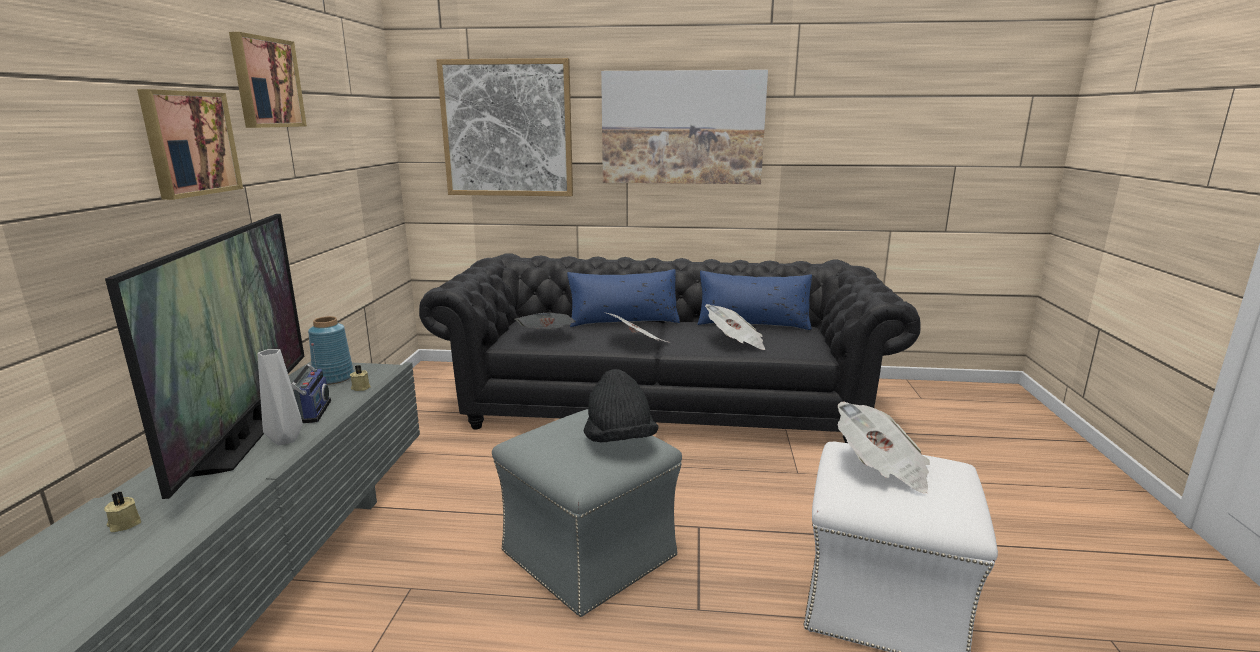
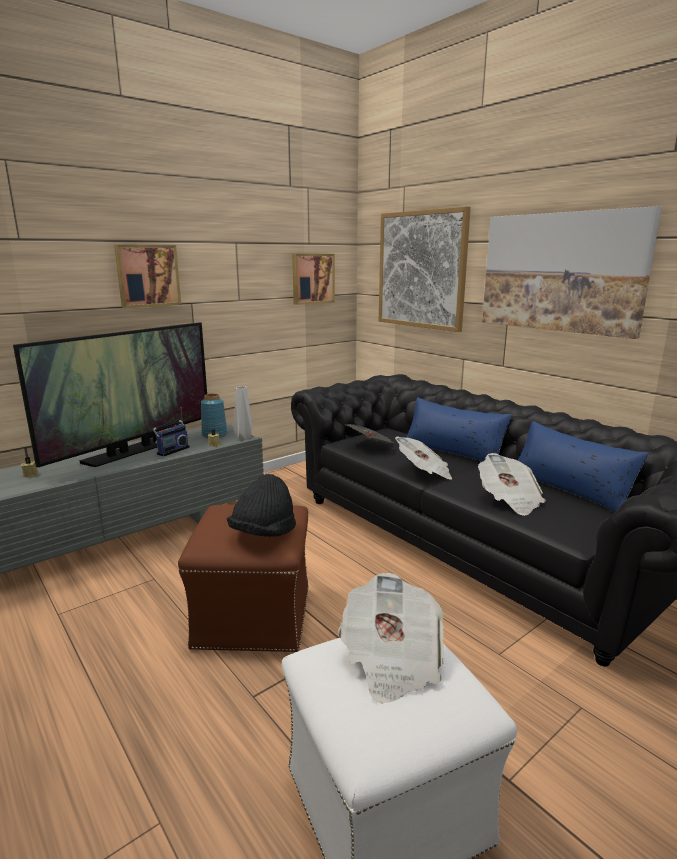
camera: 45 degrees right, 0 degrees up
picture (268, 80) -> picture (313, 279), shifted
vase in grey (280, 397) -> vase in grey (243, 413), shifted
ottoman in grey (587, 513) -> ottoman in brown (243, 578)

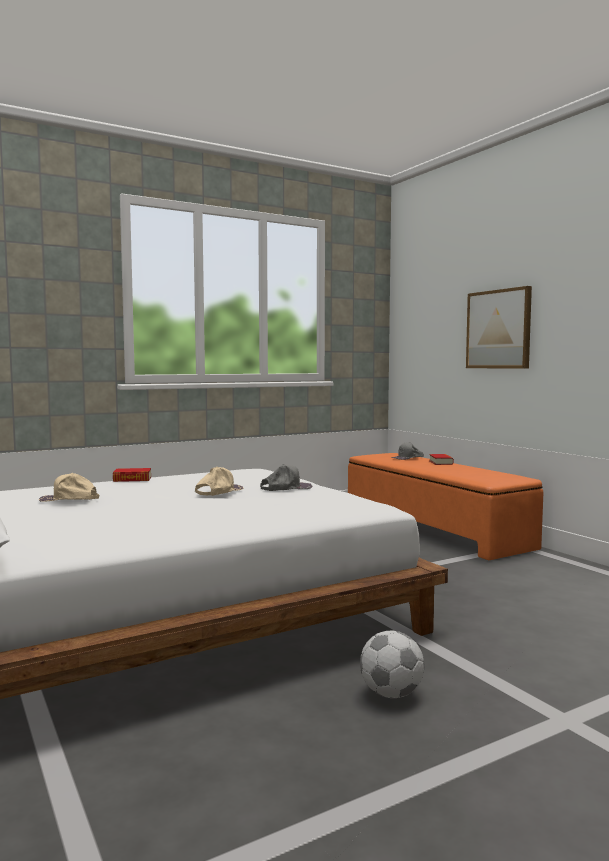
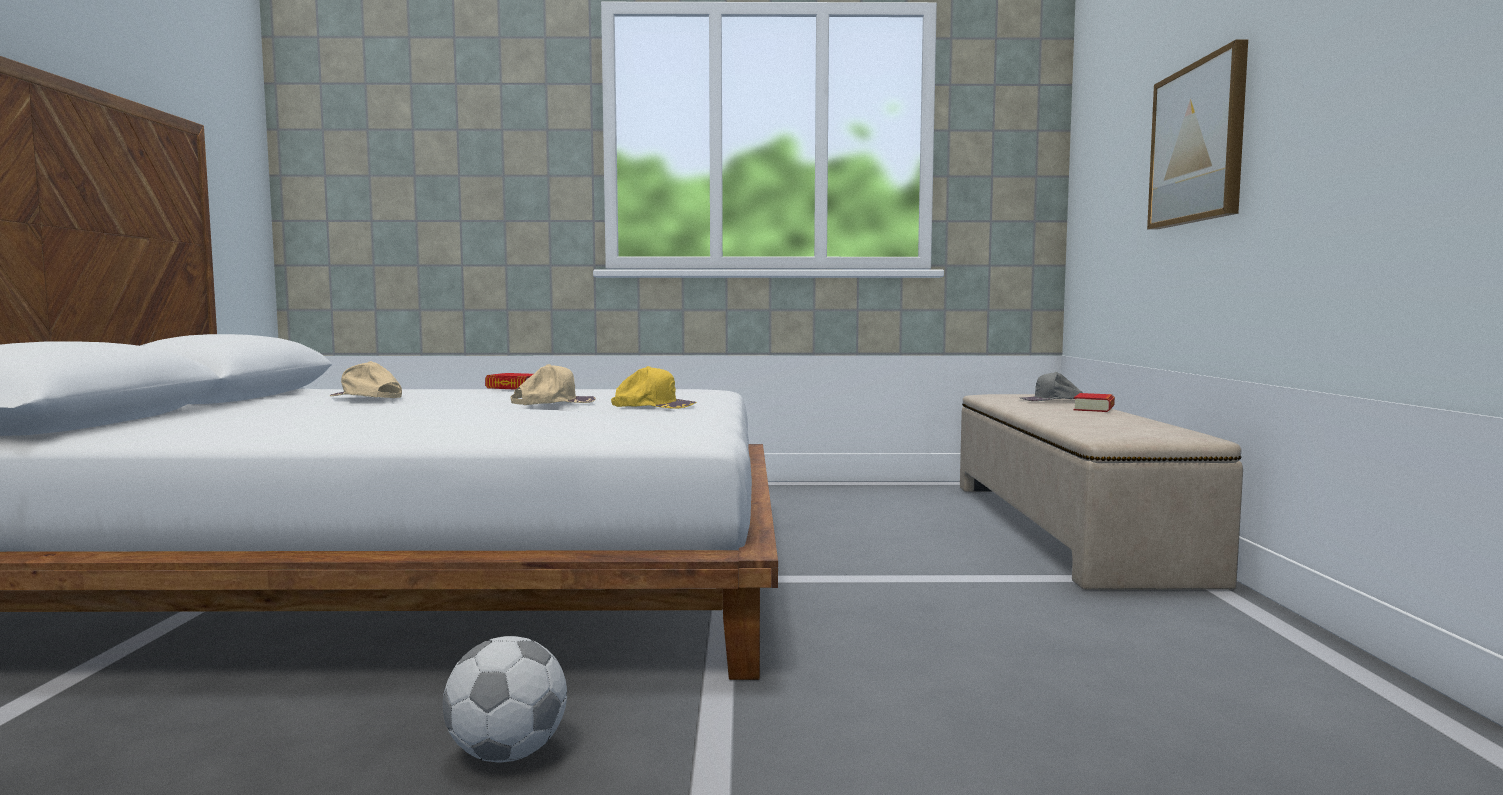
camera: 30 degrees right, 0 degrees up
cap in grey (286, 477) -> cap in yellow (653, 387)
bench in orange (445, 506) -> bench in beige (1101, 492)

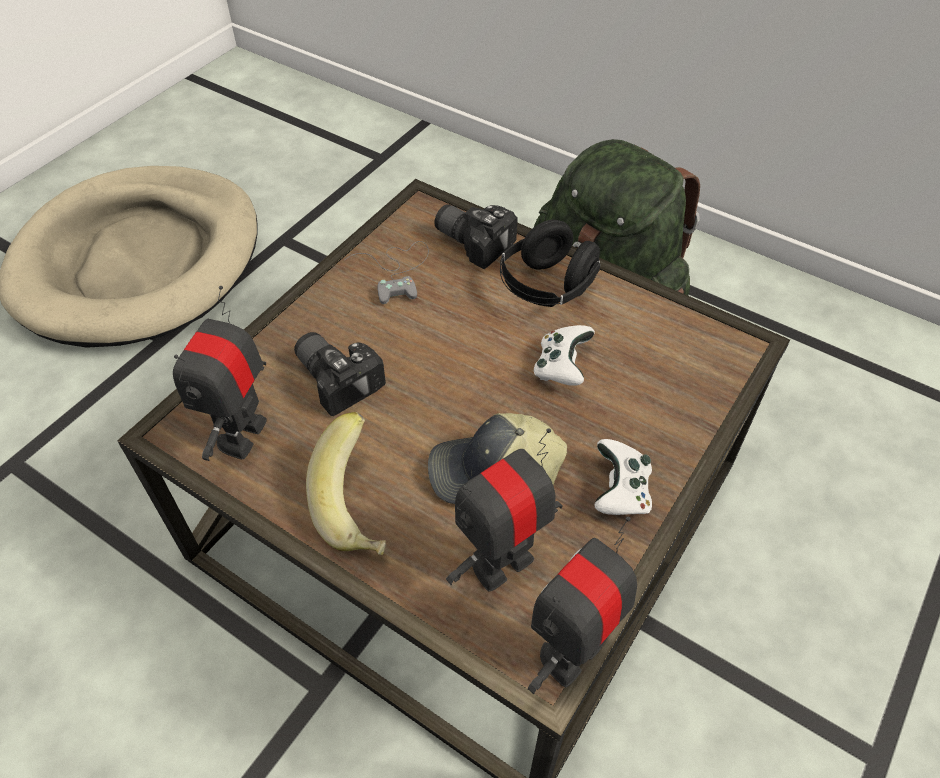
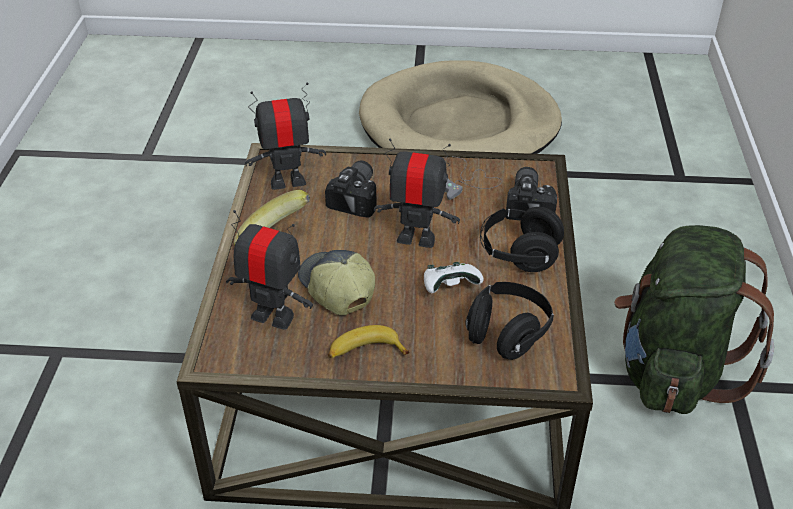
camera: 60 degrees right, 10 degrees down
toy robot (582, 605) -> toy robot (417, 193), shifted
game controller in white (623, 477) -> banana (369, 341)
none -> headphones in black (509, 321)

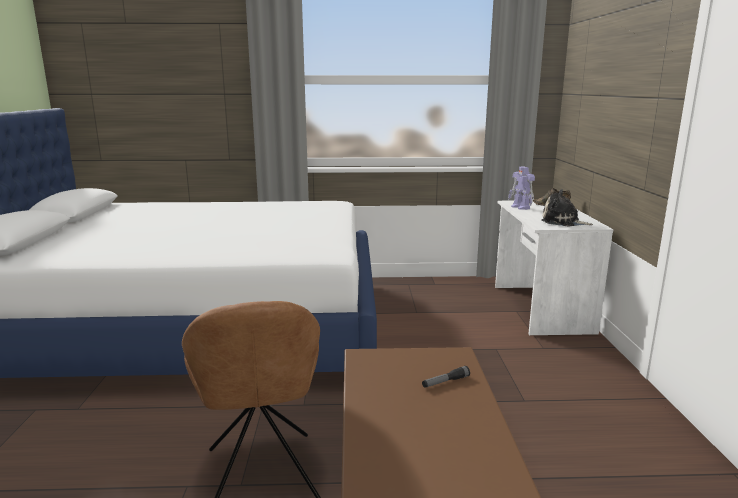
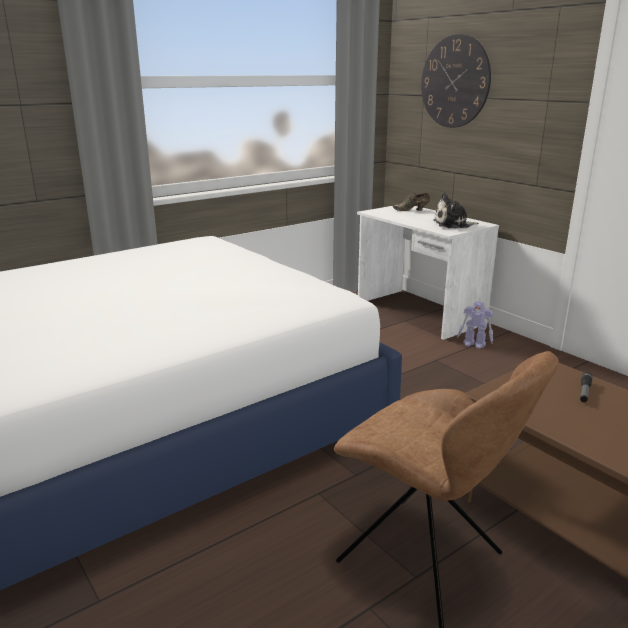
camera: 35 degrees left, 5 degrees up
toy robot (521, 188) -> toy robot (475, 325), shifted
none -> wall clock (456, 81)

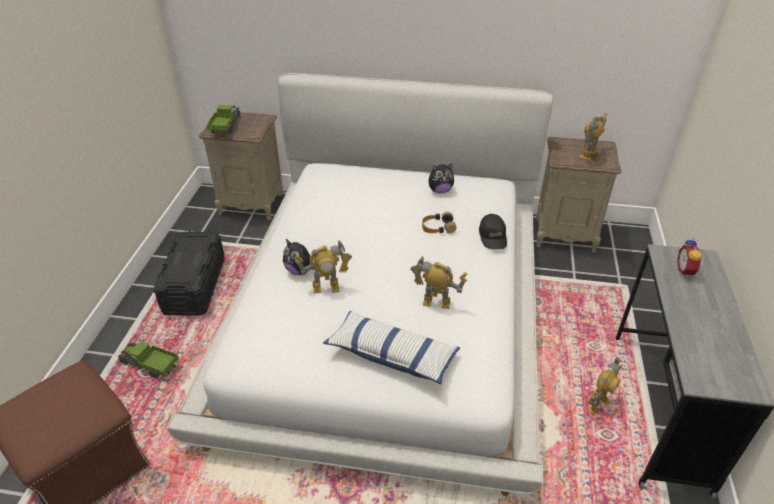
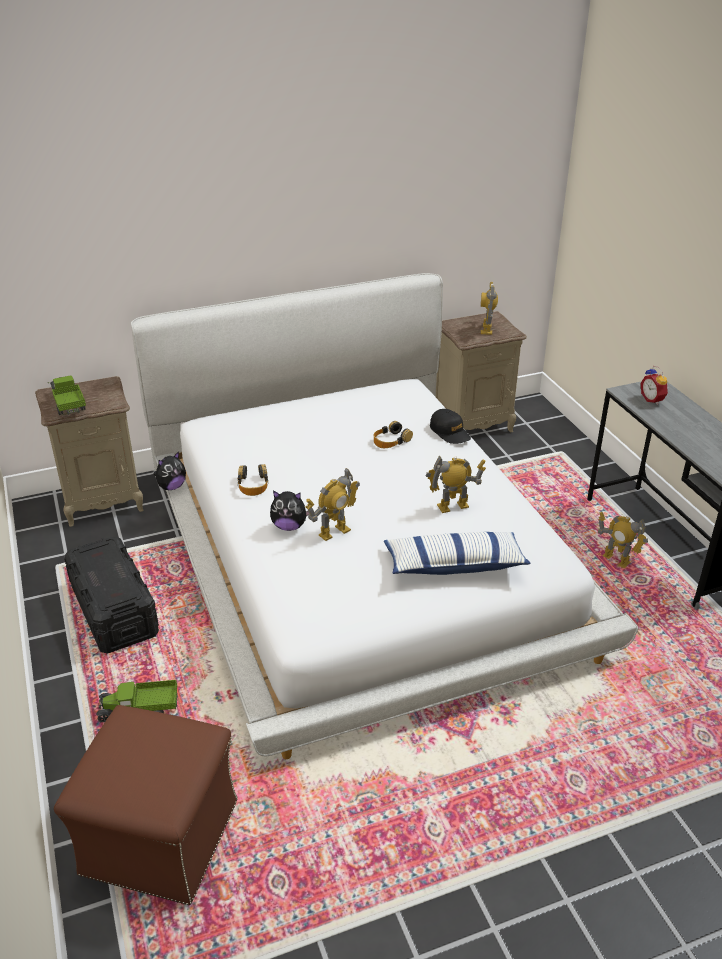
camera: 30 degrees left, 5 degrees down
plush toy (441, 178) -> plush toy (169, 470), shifted
toy robot (605, 386) -> toy robot (623, 540), 120 degrees clockwise
none -> headphones (253, 480)

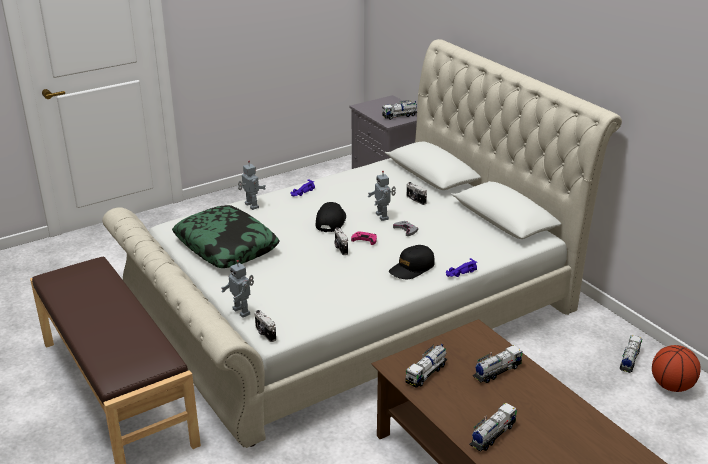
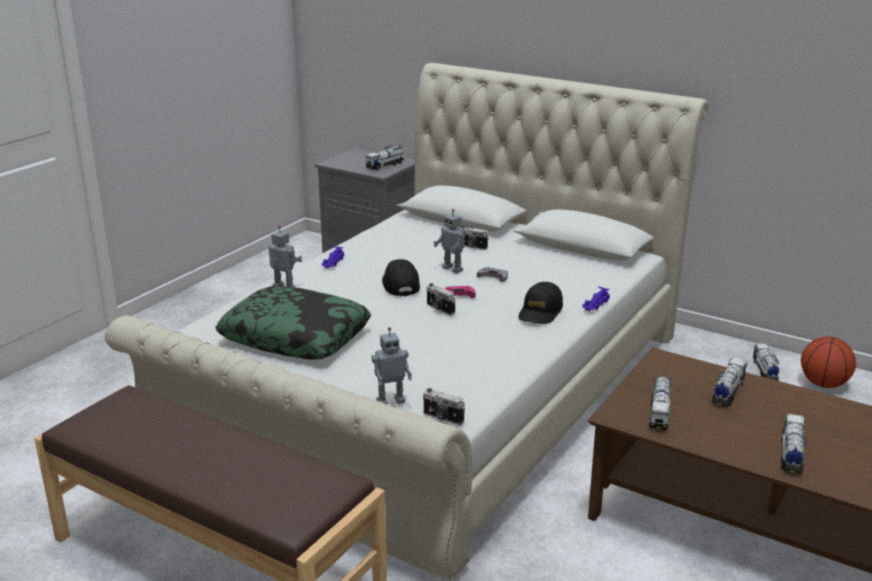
camera: 25 degrees left, 5 degrees down
toy robot (237, 289) -> toy robot (392, 365), 45 degrees counterclockwise

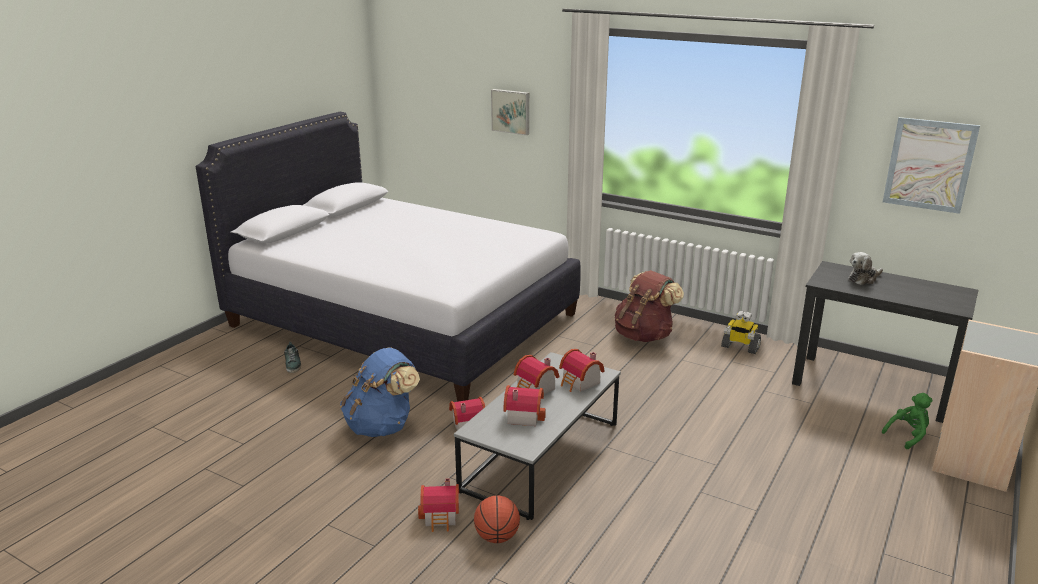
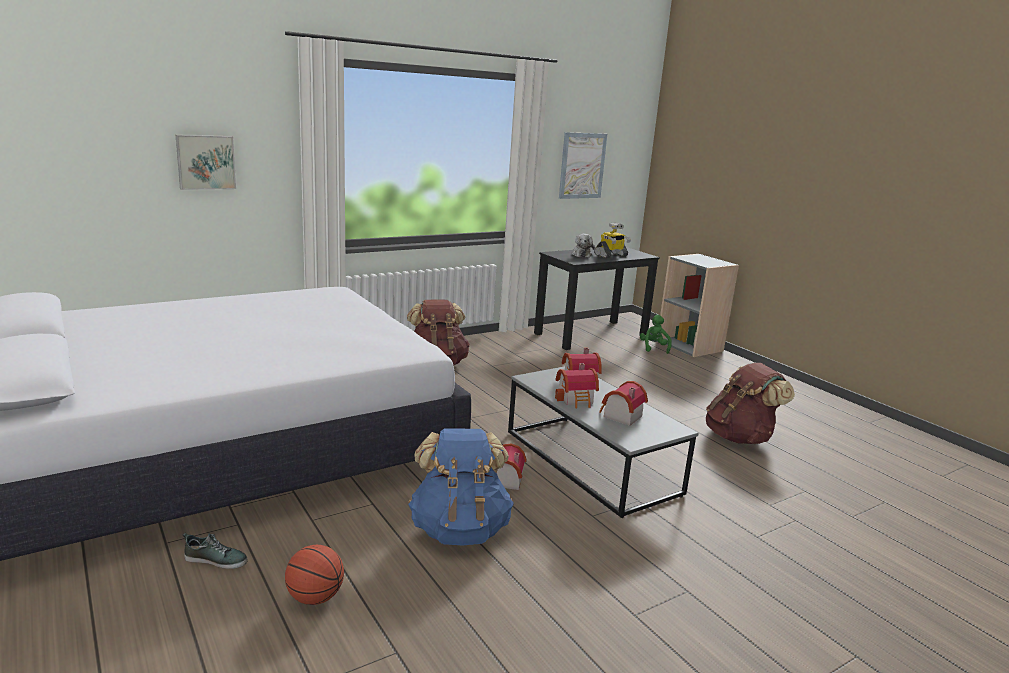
camera: 65 degrees left, 5 degrees down
toy house (438, 505) -> none
basketball (497, 519) -> basketball (314, 575), shifted
toy robot (741, 332) -> toy robot (612, 240), shifted
none -> backpack in brown (750, 403)

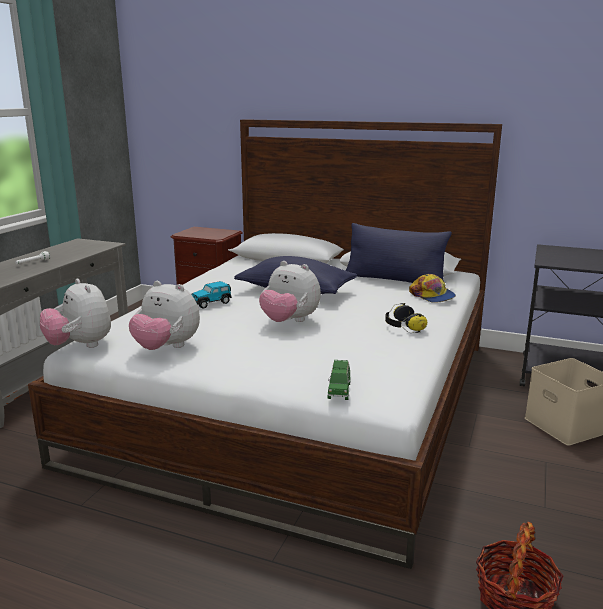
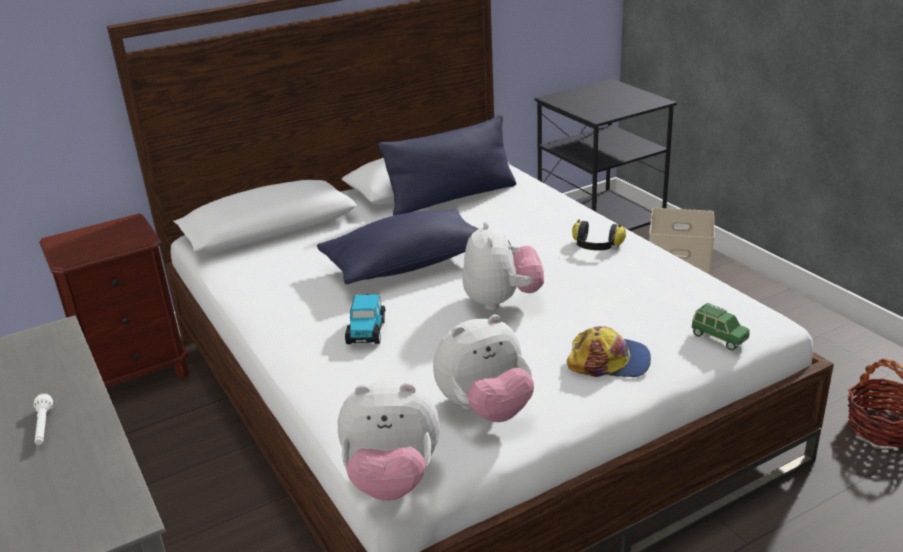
camera: 50 degrees left, 10 degrees up
plush toy (290, 291) -> plush toy (503, 266), 75 degrees counterclockwise
cap (432, 288) -> cap (609, 351), shifted

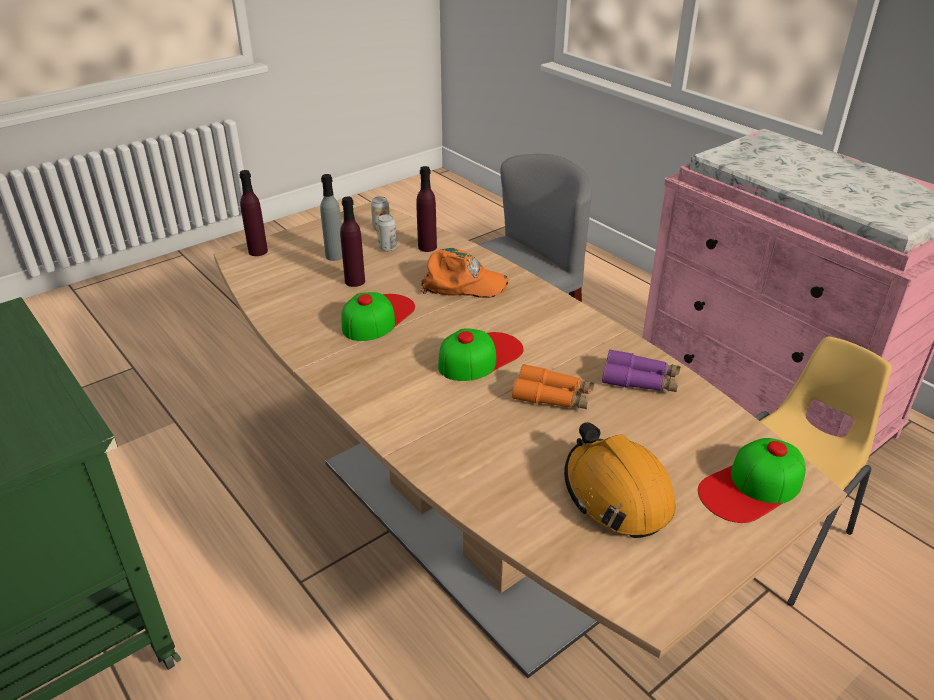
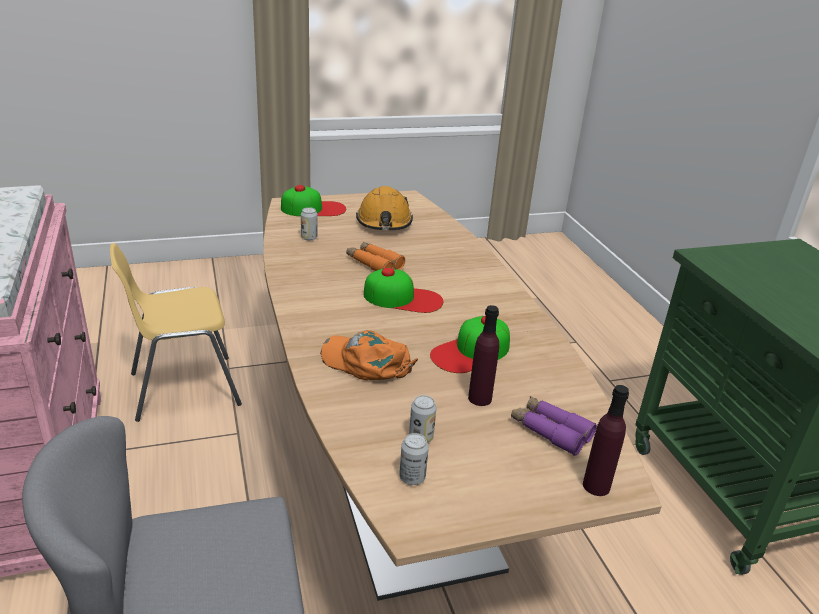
camera: 160 degrees left, 5 degrees down
bottle in grey (331, 217) -> none
bottle in purple (426, 209) -> none
cap (481, 354) -> cap (403, 290), 150 degrees counterclockwise
binoculars in purple (641, 370) -> binoculars in purple (554, 426), shifted
none -> can (309, 224)

